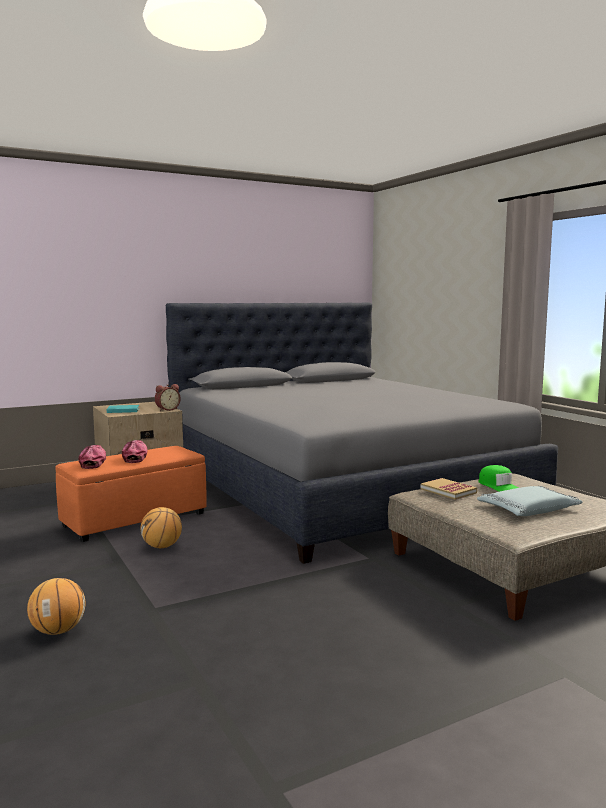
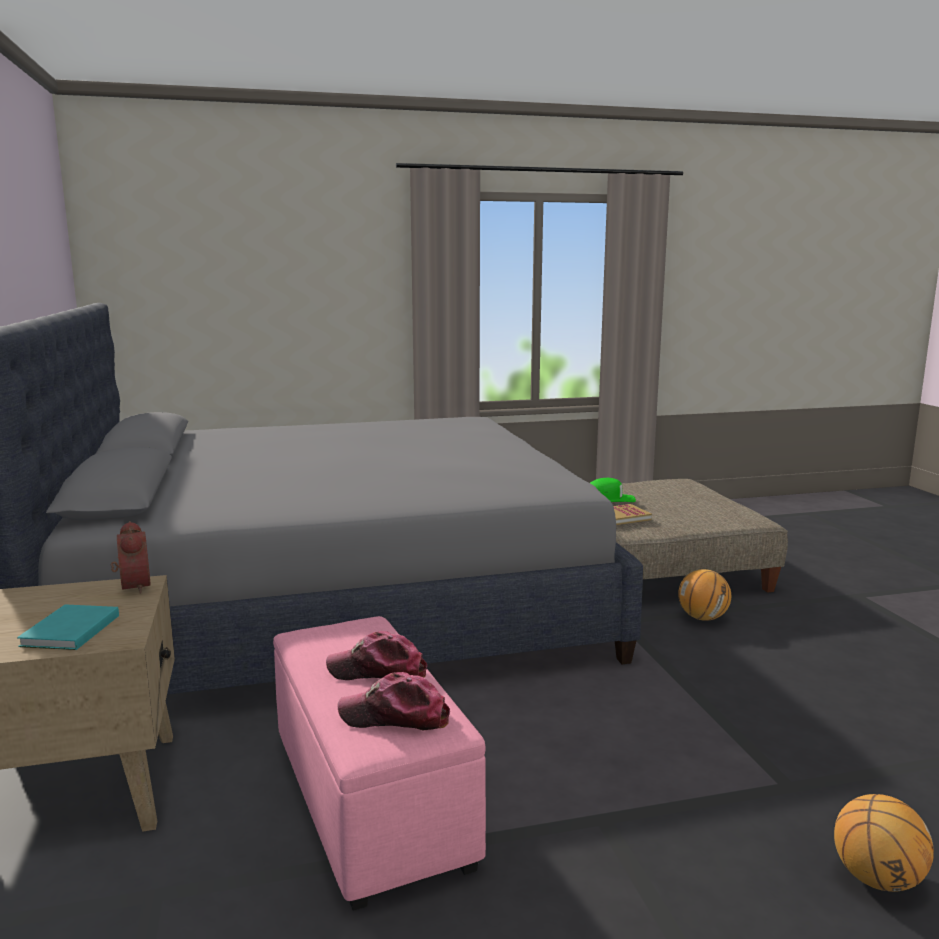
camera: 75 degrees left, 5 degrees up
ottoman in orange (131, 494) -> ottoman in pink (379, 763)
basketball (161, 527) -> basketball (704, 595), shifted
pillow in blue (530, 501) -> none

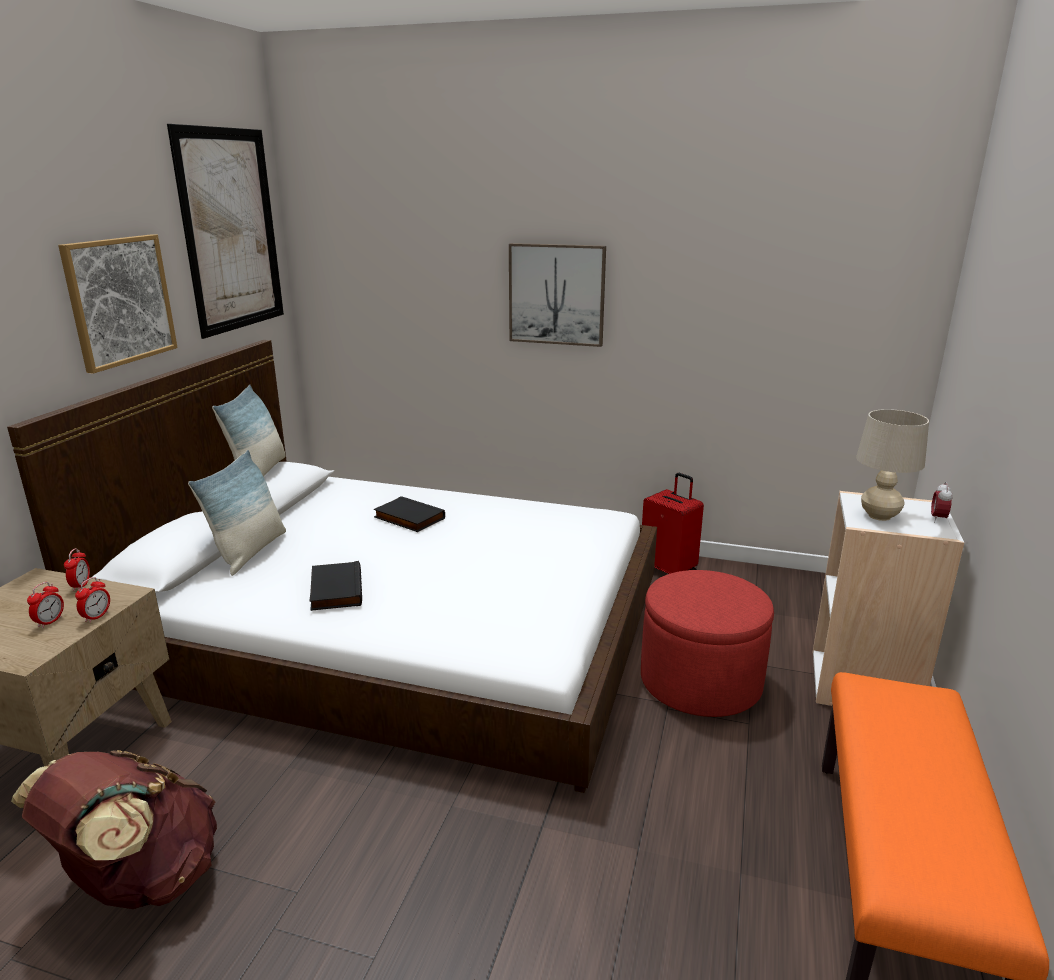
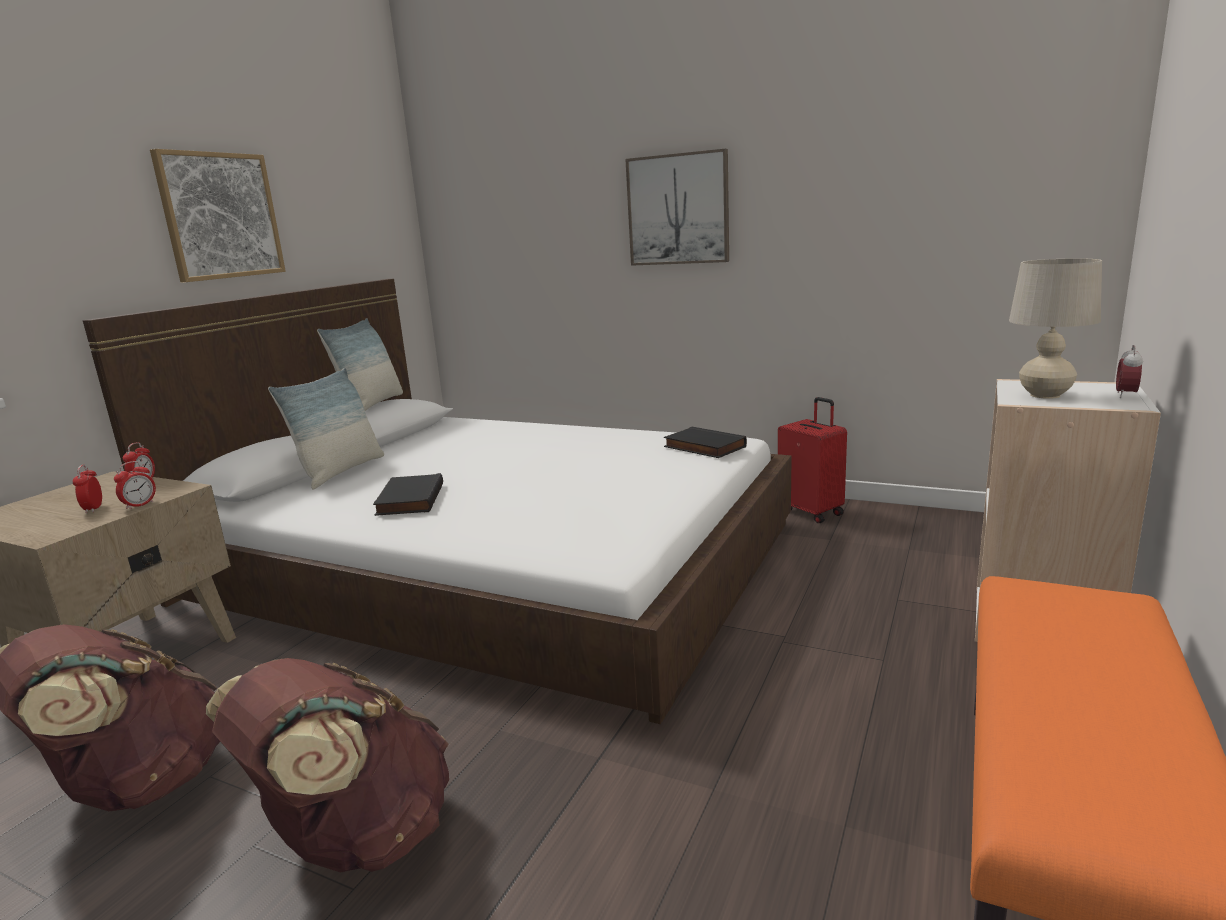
camera: 10 degrees right, 5 degrees down
alarm clock (45, 605) -> alarm clock (87, 489), 135 degrees clockwise
picture (225, 231) -> none
book in black (409, 514) -> book in black (705, 442), shifted
ottoman in red (707, 643) -> none
none -> backpack in brown (327, 765)

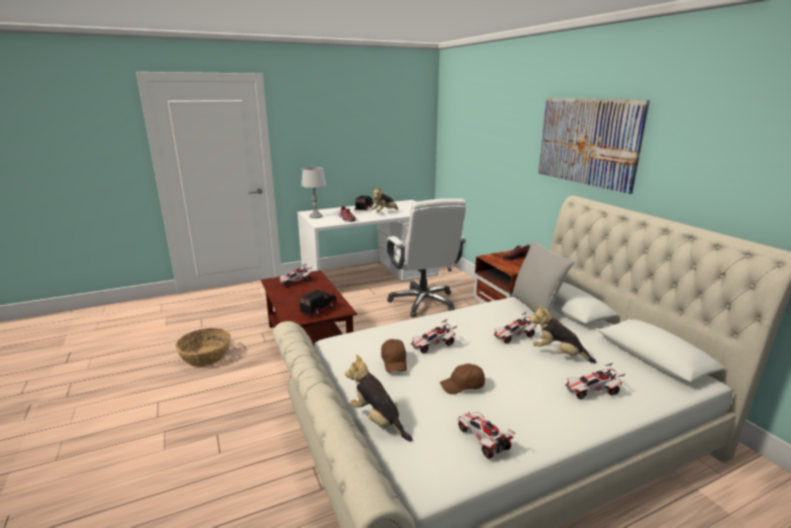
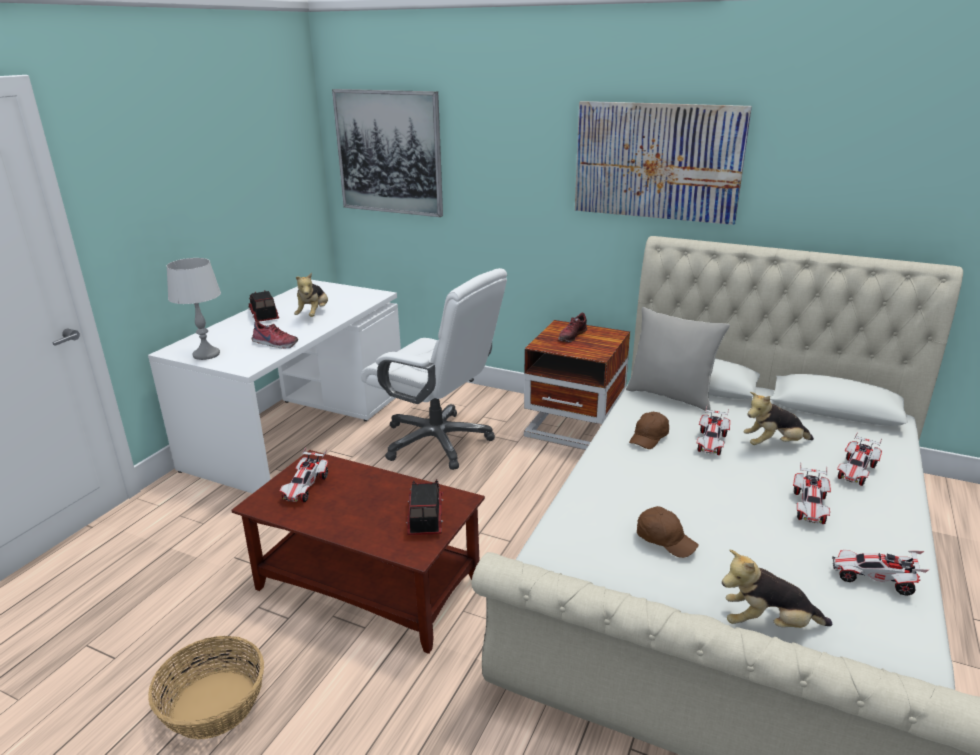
camera: 40 degrees left, 5 degrees up
toy car (434, 336) -> toy car (812, 494), shifted
cap in brown (462, 379) -> cap in brown (649, 430), shifted
none -> picture (387, 153)

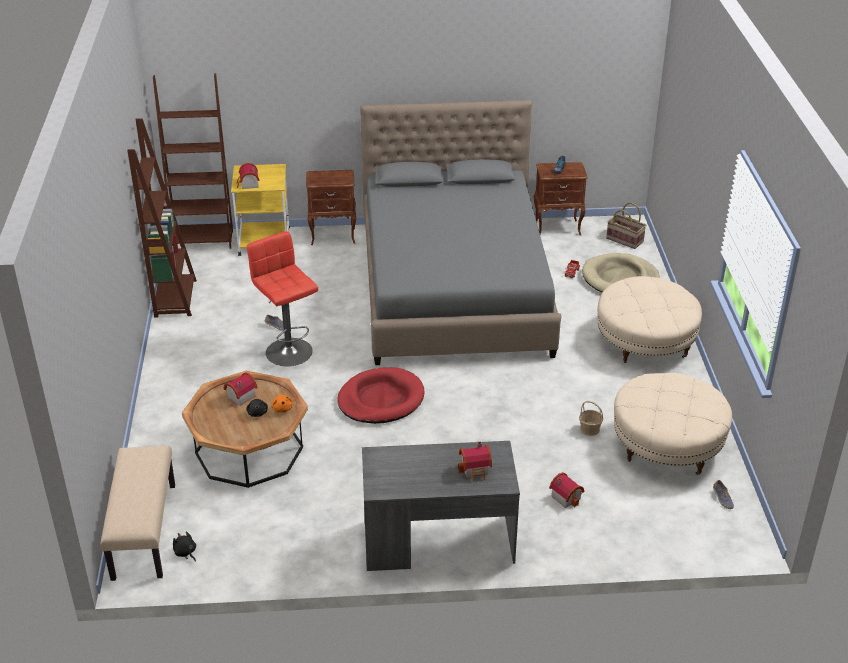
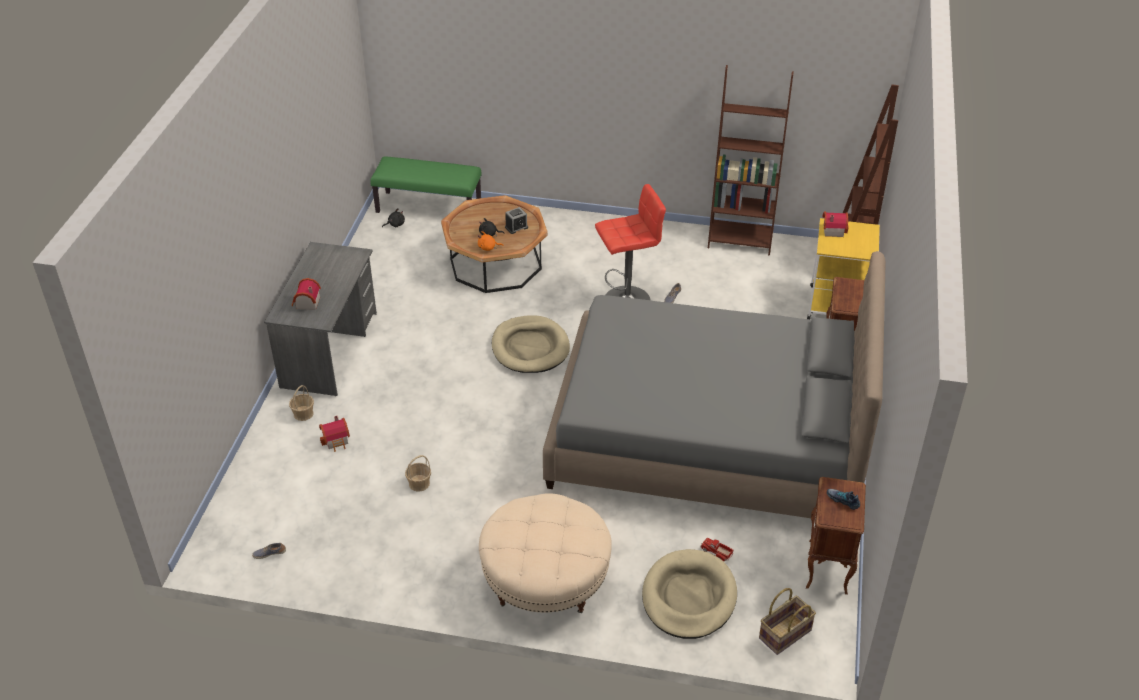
camera: 105 degrees right, 5 degrees up
bench in beige (137, 513) -> bench in green (425, 185)
toy house (240, 389) -> alarm clock (516, 220)
dog bed in red (381, 395) -> dog bed in beige (531, 344)
ottoman in beige (673, 424) -> none
none -> basket (301, 403)

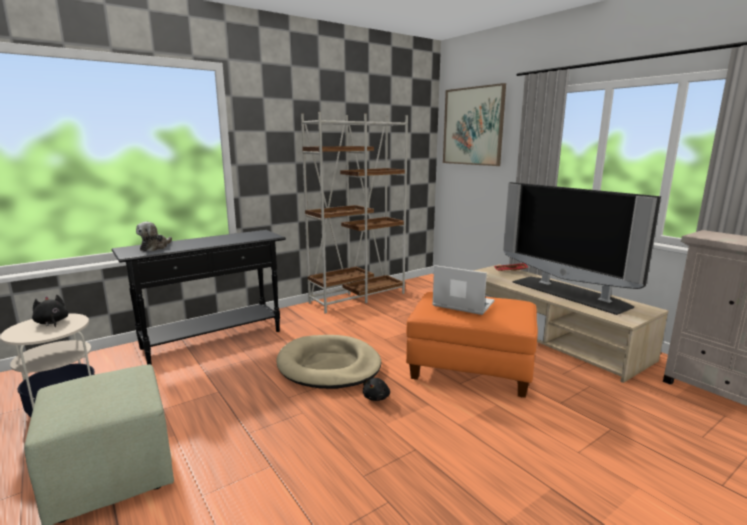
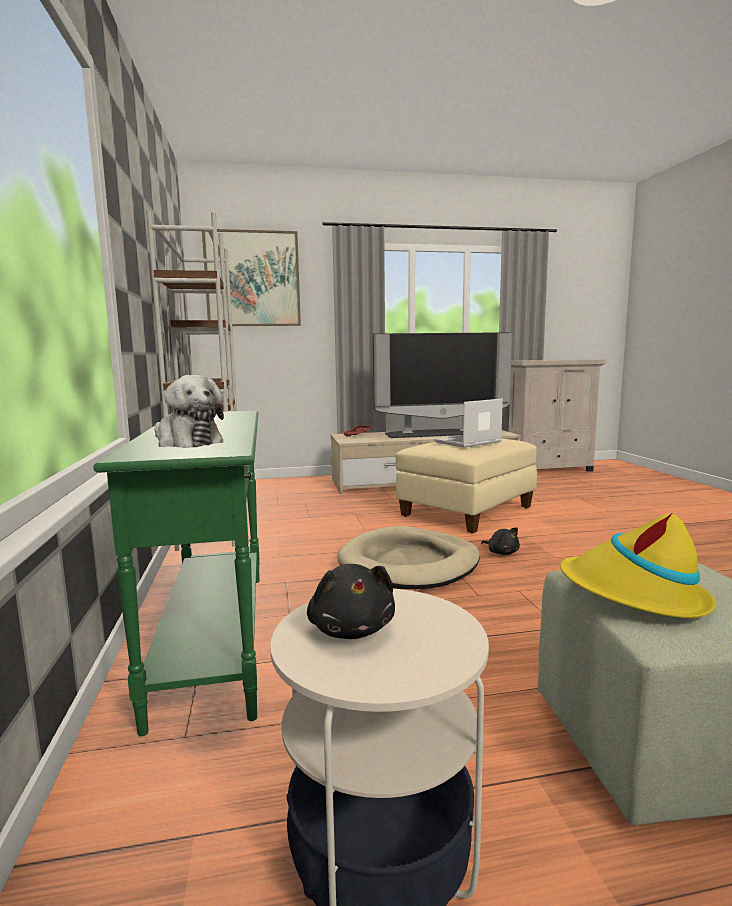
camera: 65 degrees left, 5 degrees down
plush toy in black (50, 311) -> plush toy in black (351, 601), 90 degrees counterclockwise
console table in black (199, 297) -> console table in green (176, 573)
ottoman in orange (472, 345) -> ottoman in beige (466, 486)
none -> hat in yellow (638, 565)

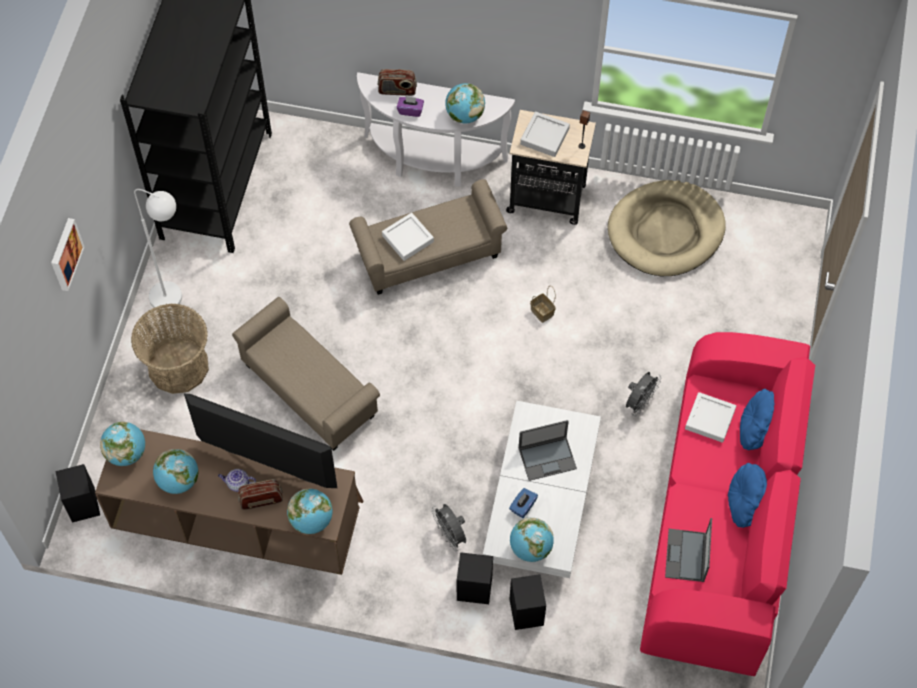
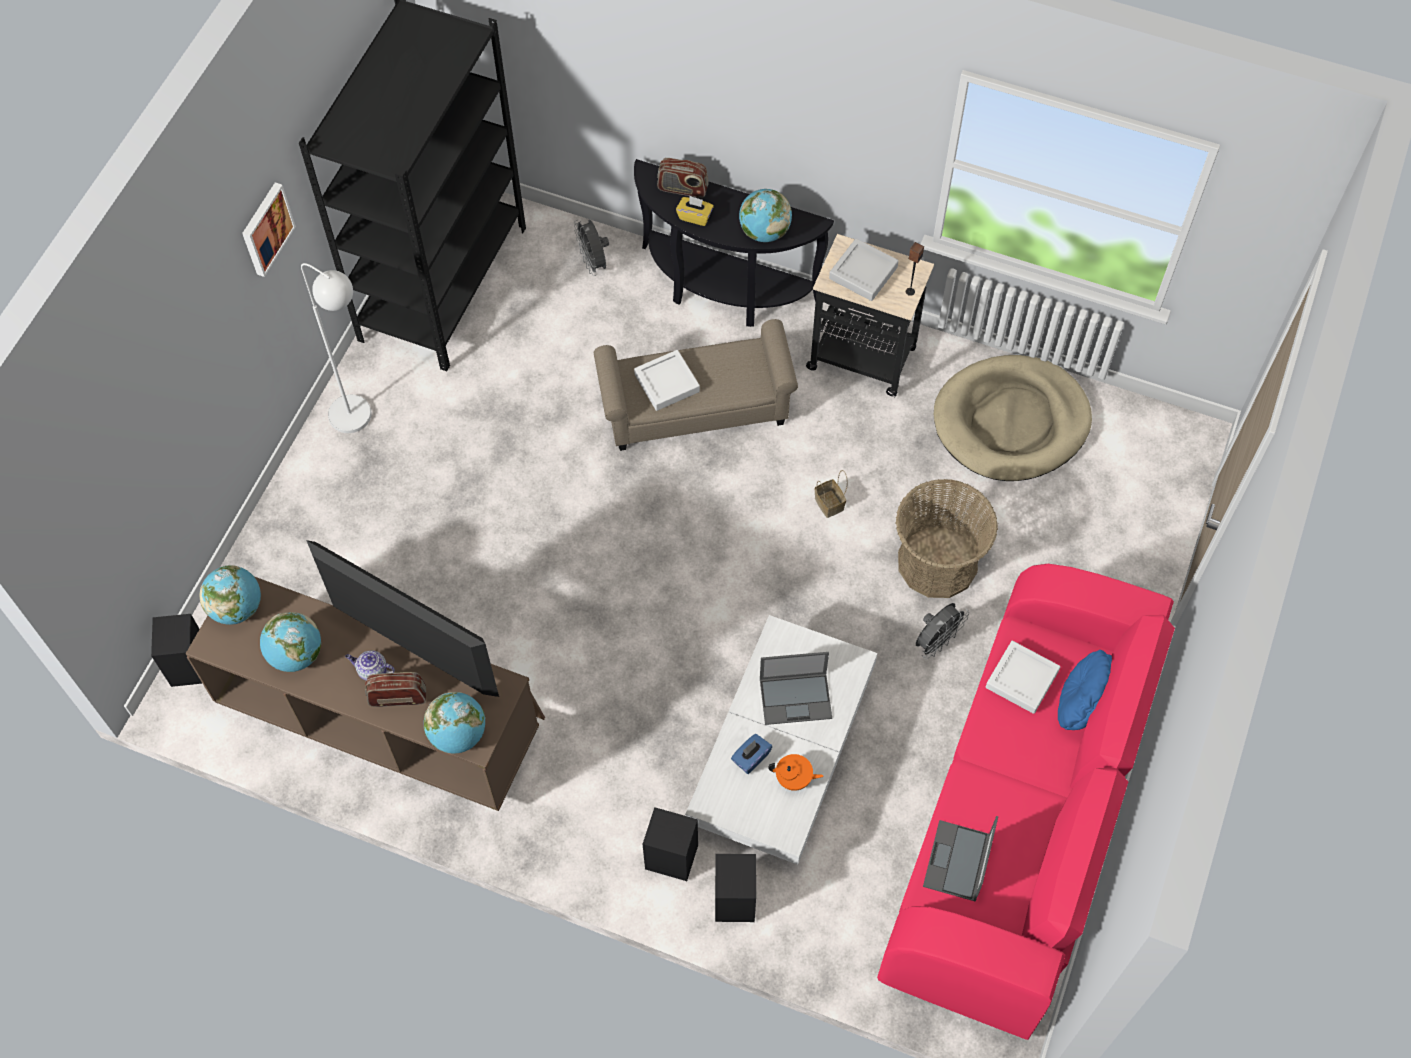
camera: 10 degrees right, 0 degrees up
picture (67, 254) -> picture (269, 229), shifted
basket (170, 349) -> basket (947, 538), shifted
ottoman in beige (306, 374) -> none
console table in white (436, 129) -> console table in black (734, 243)
tissue box in purple (410, 106) -> tissue box in yellow (695, 211)
fan in grey (449, 527) -> fan in grey (591, 248), shifted
globe (532, 540) -> none
pillow in blue (747, 495) -> none
none -> teapot in orange (795, 772)

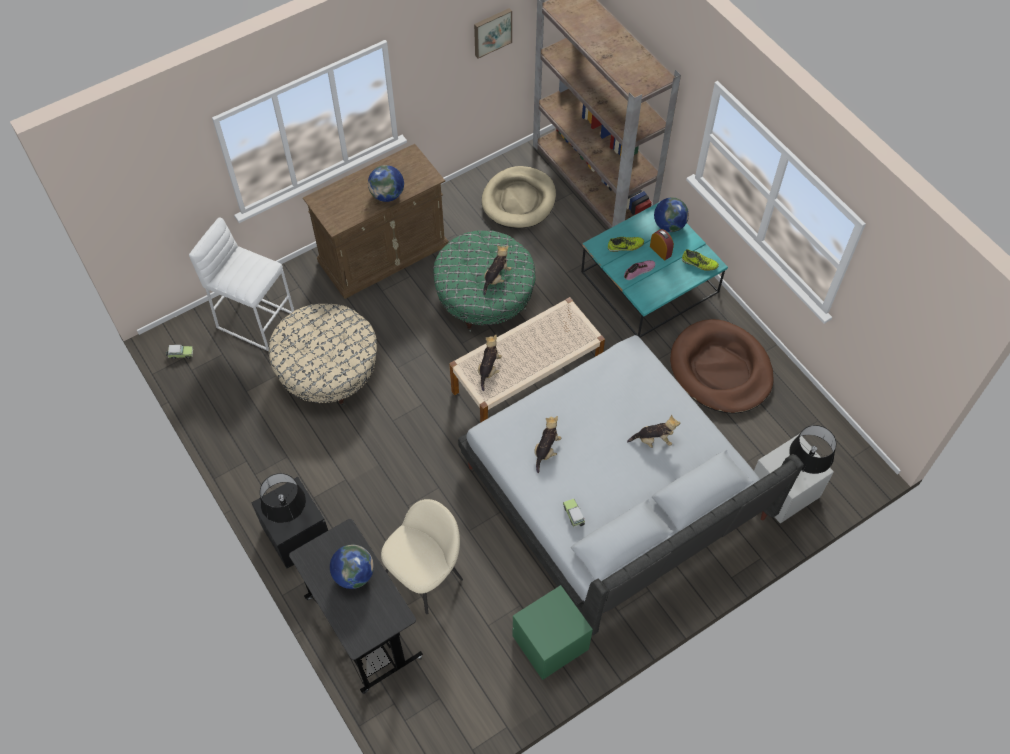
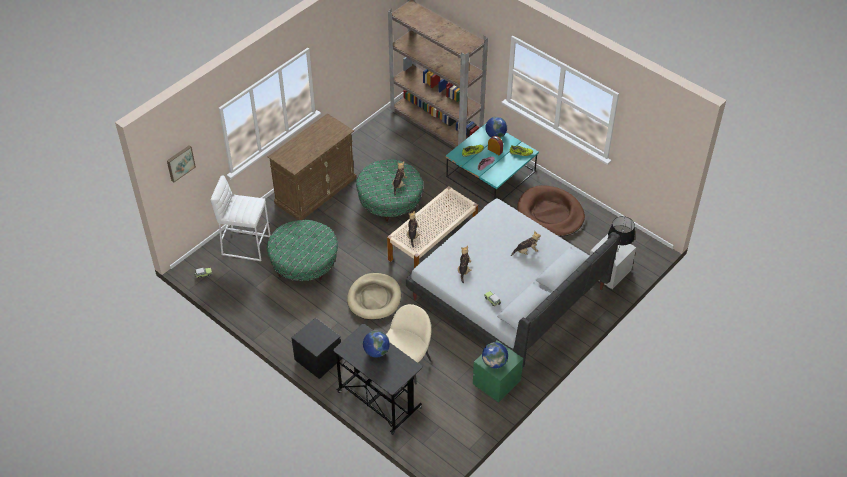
camera: 15 degrees left, 10 degrees down
table lamp in black (283, 498) -> none
ottoman in beige (323, 355) -> ottoman in green (302, 251)
globe (386, 183) -> globe (495, 355), shifted
picture (493, 33) -> picture (181, 163), shifted
dog bed in beige (519, 197) -> dog bed in beige (374, 296), shifted

